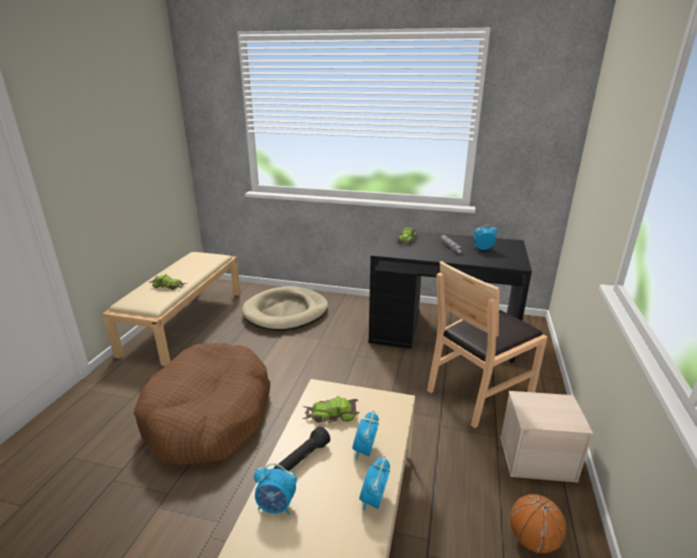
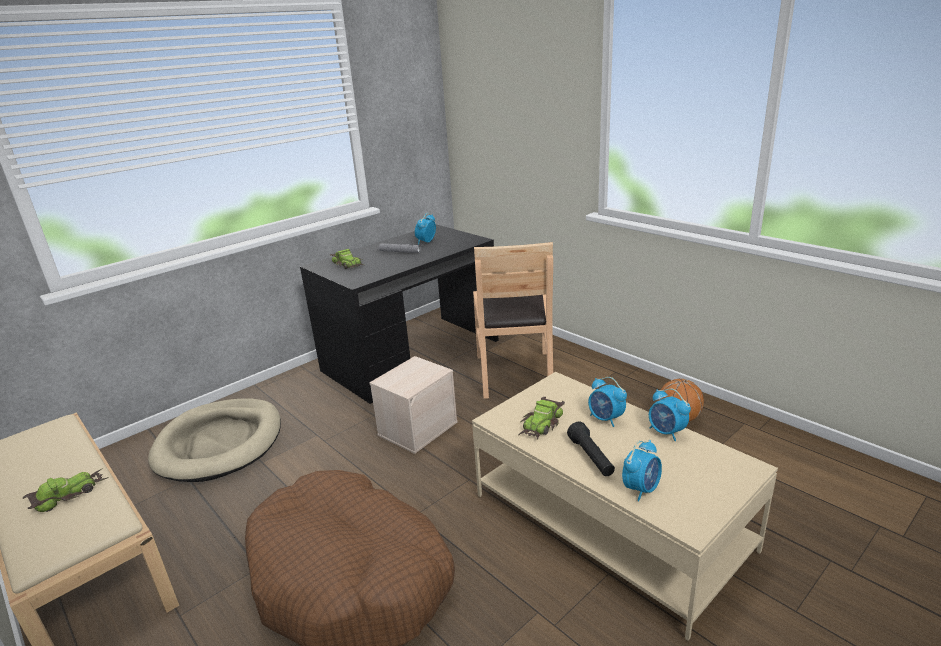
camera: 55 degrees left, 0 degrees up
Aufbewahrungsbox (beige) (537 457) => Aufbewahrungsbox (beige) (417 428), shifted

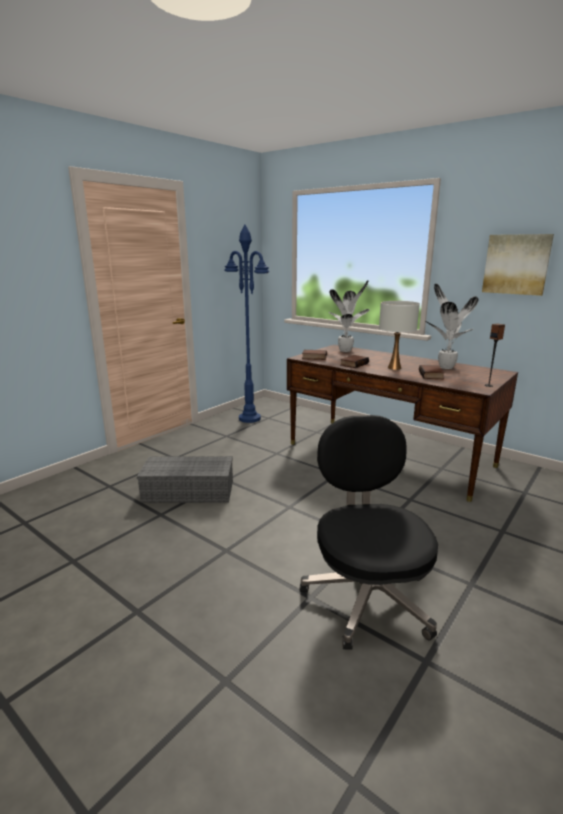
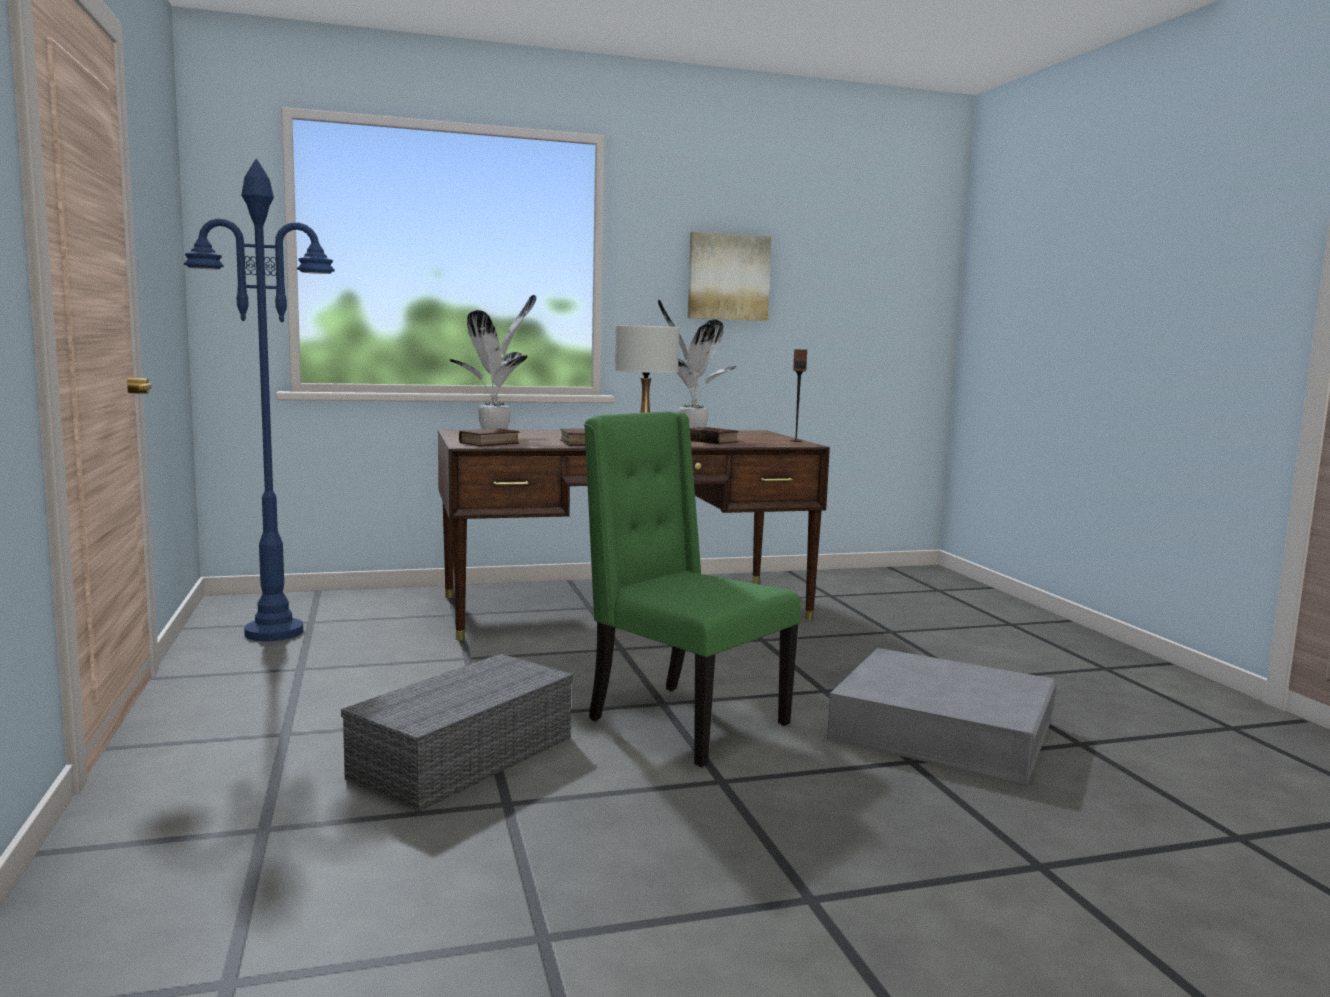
camera: 55 degrees left, 10 degrees down
Bürostuhl (schwarz) (367 596) => Aufbewahrungsbox (grau) (942 730)
nothing => Stuhl (grün) (683 722)

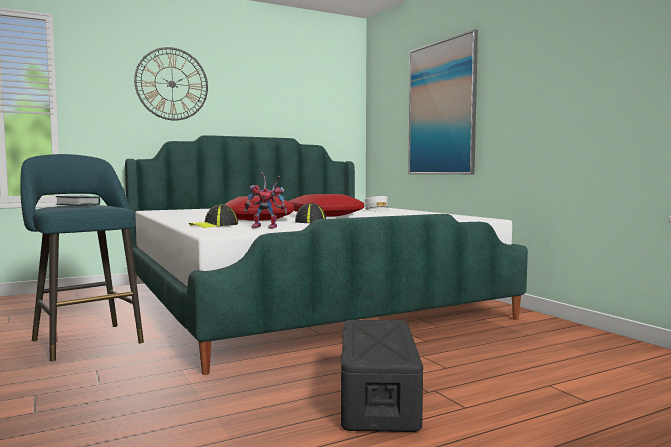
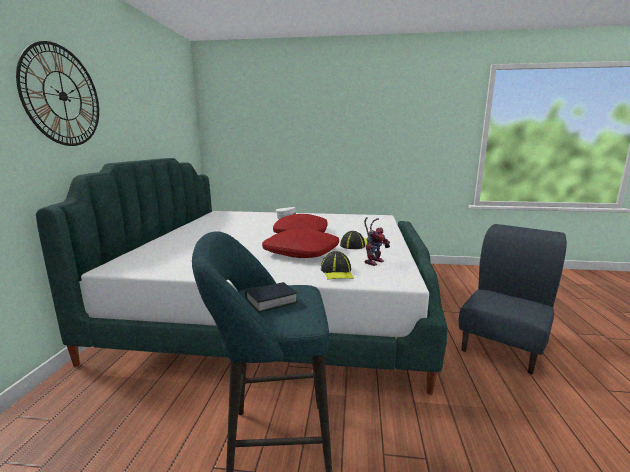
camera: 55 degrees left, 10 degrees up
Aufbewahrungsbox (schwarz) (378 398) => Stuhl (blau) (503 345)
Bild (441 108) => nothing

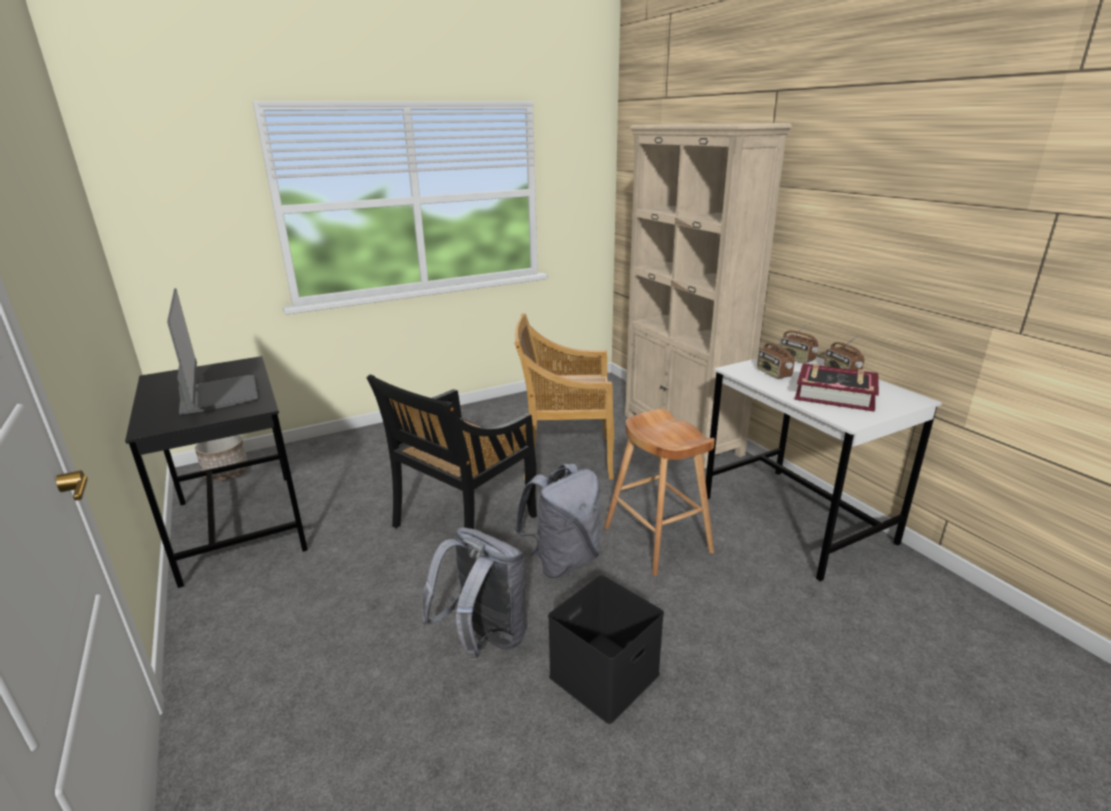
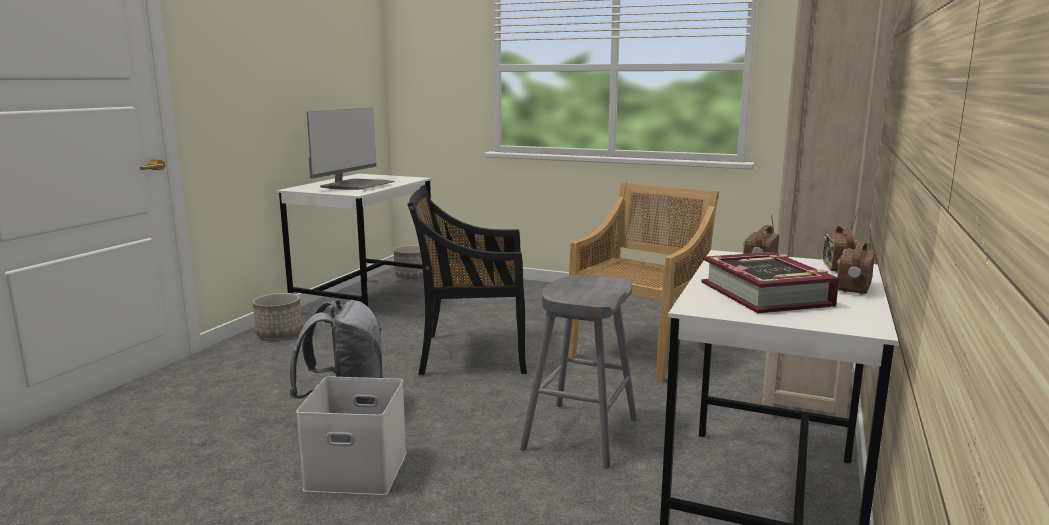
camera: 50 degrees right, 10 degrees down
Schreibtisch (schwarz) (239 526) => Schreibtisch (weiß) (365 301)
Stuhl (beige) (566 457) => Stuhl (beige) (639 352), 75 degrees clockwise
Rucksack (grau) (563 561) => nothing
Aufbewahrungsbox (schwarz) (604 677) => Aufbewahrungsbox (weiß) (354 471)
Hocker (braun) (657 540) => Hocker (grau) (580 434)
nothing => Pflanzkübel (279 333)

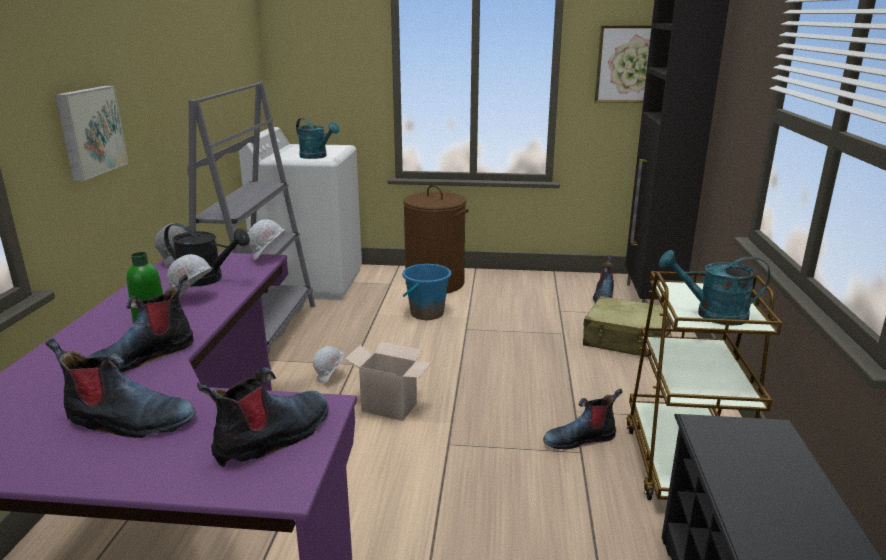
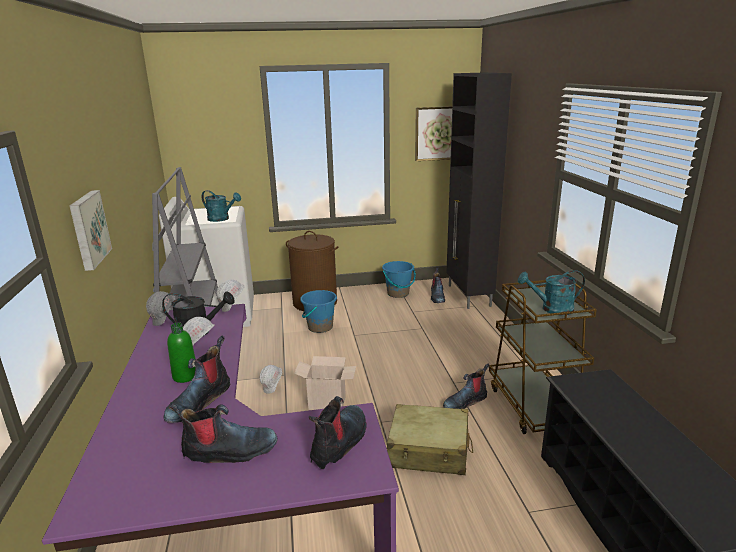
camera: 15 degrees left, 0 degrees up
Koffer (beige) (626 340) => Koffer (beige) (429 451), shifted
nothing => Eimer (blau) (398 293)

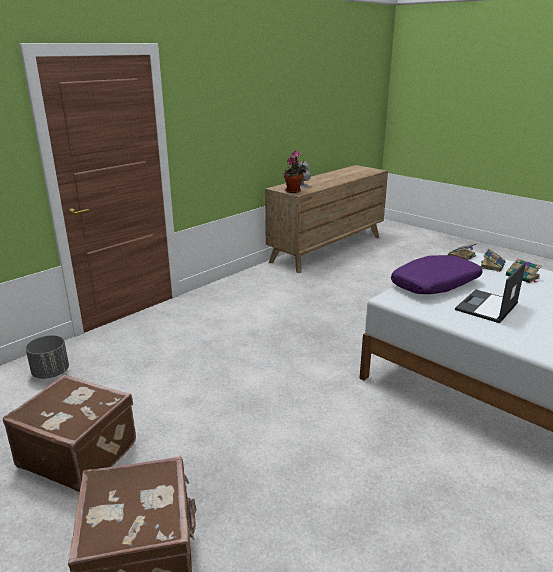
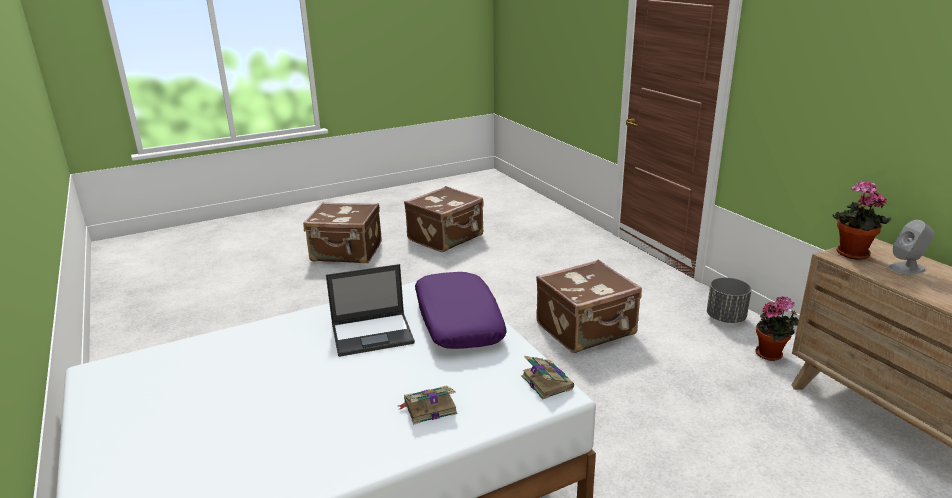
camera: 110 degrees right, 0 degrees up
Pflanzkübel (grau) (51 373) => Pflanzkübel (grau) (726 318), shifted
Laptop (486 307) => Laptop (373 334), 105 degrees clockwise
Buch (492 265) => nothing
nothing => Koffer (braun) (587 330)
nothing => Topfpflanze (771 354)

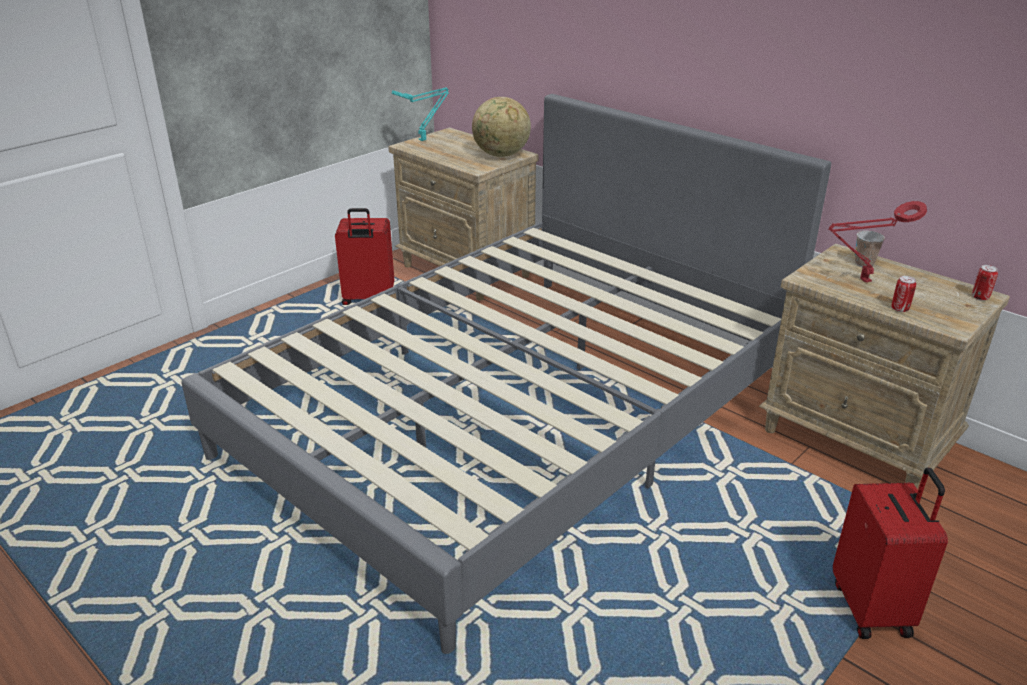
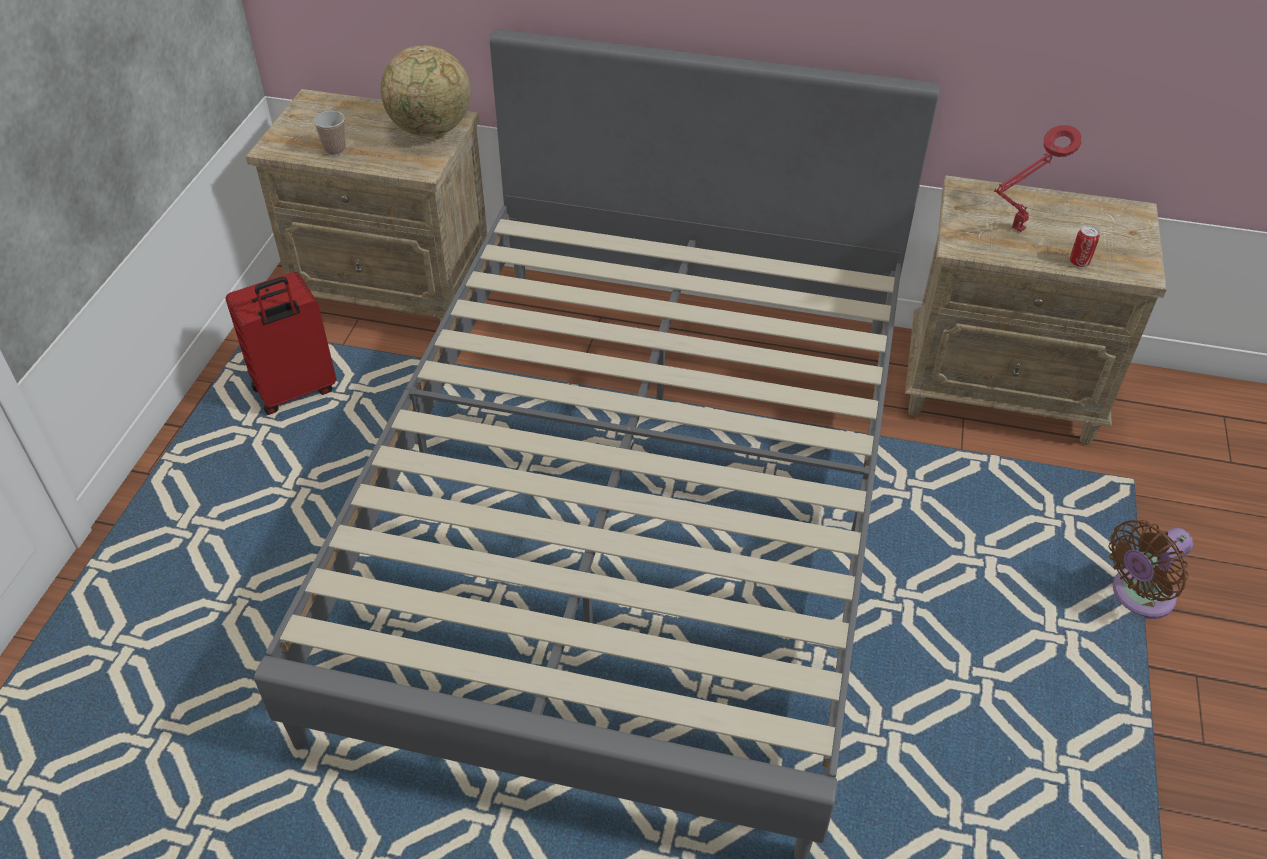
camera: 30 degrees left, 15 degrees up
Tischlampe (türkis) (424 140) => nothing
Koffer (rot) (873 608) => Ventilator (braun) (1137 596)
Tasse (864 264) => Tasse (335 149), shifted
Dose (980 297) => nothing

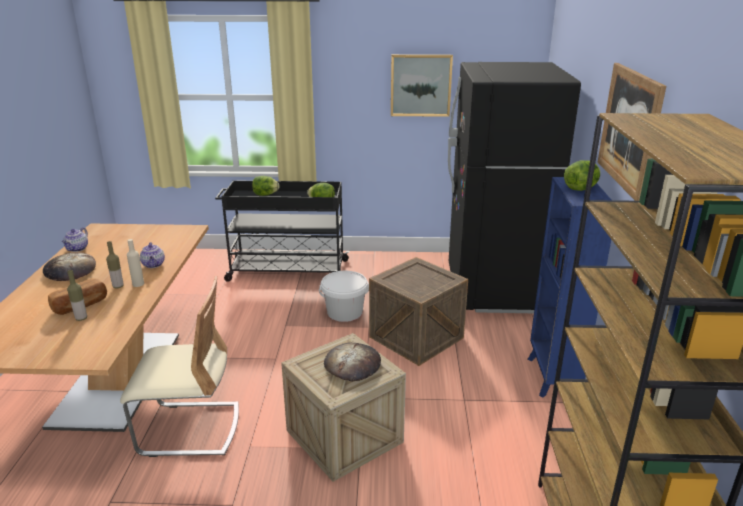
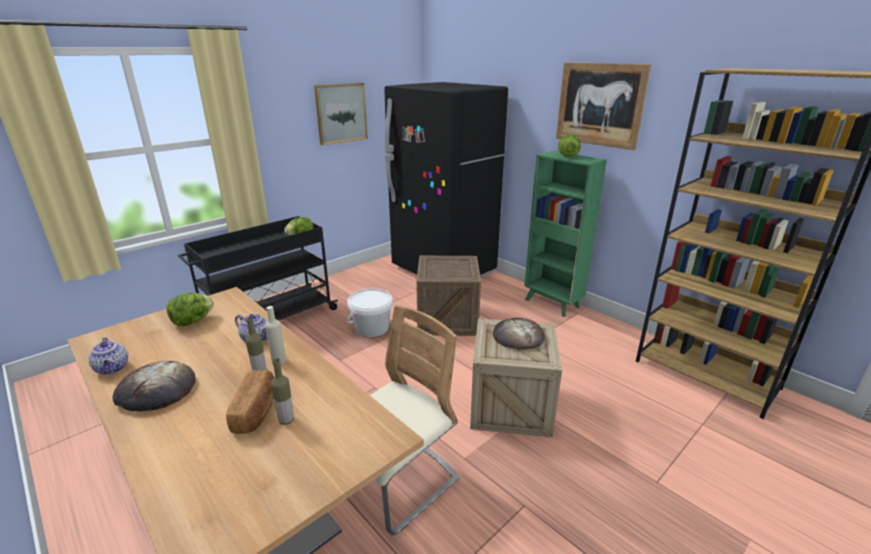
camera: 45 degrees left, 0 degrees up
Salatkopf (265 195) => Salatkopf (192 321), shifted
Bücherregal (blau) (552 378) => Bücherregal (grün) (552 304)

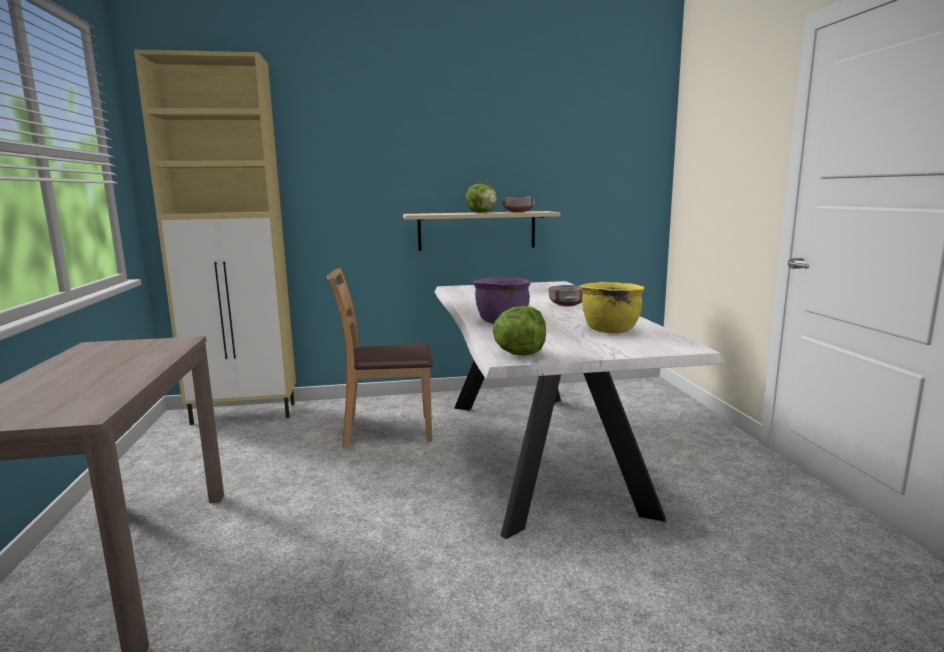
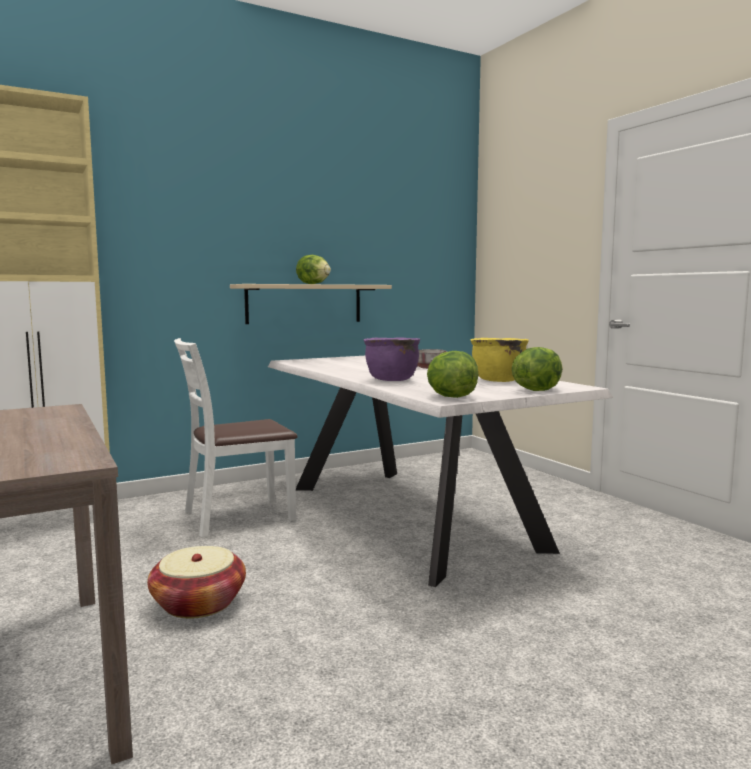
camera: 20 degrees left, 5 degrees down
Stuhl (braun) (386 430) => Stuhl (weiß) (237 516)
Schüssel (grau) (518 212) => nothing
nothing => Korb (198 603)
nothing => Salatkopf (536 390)

